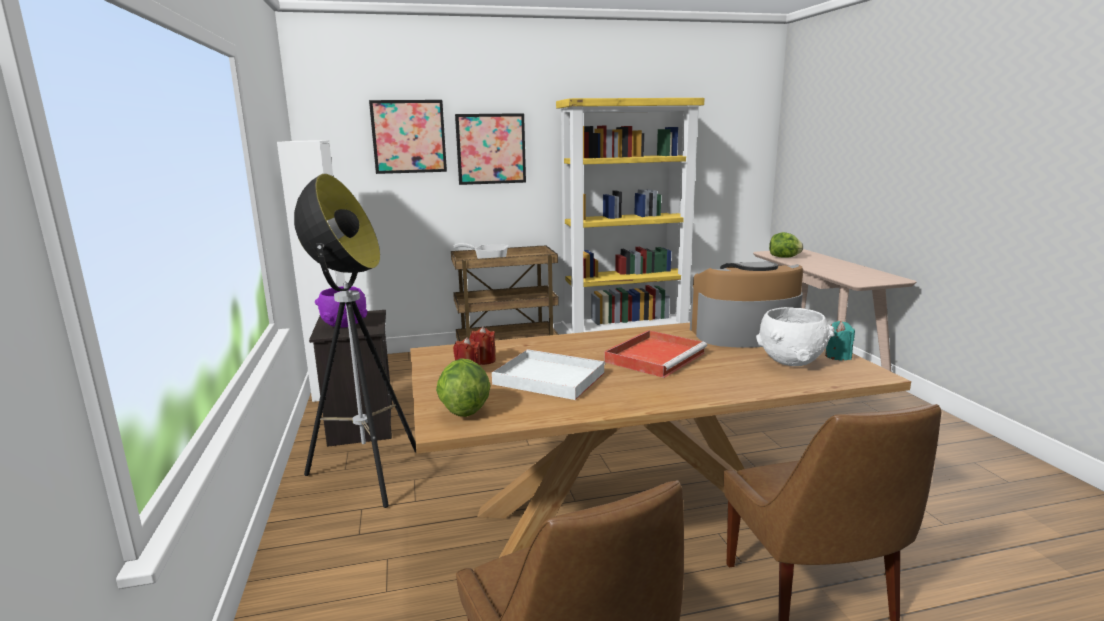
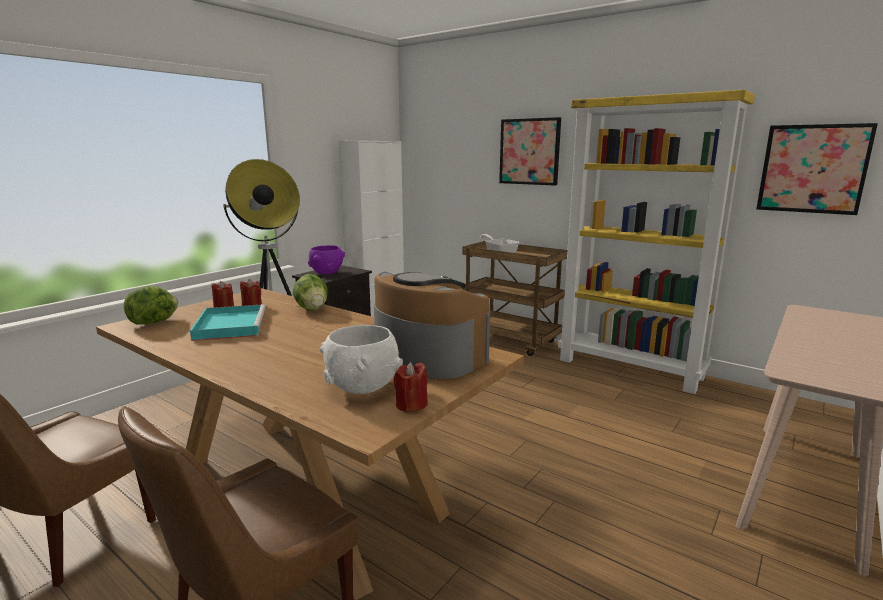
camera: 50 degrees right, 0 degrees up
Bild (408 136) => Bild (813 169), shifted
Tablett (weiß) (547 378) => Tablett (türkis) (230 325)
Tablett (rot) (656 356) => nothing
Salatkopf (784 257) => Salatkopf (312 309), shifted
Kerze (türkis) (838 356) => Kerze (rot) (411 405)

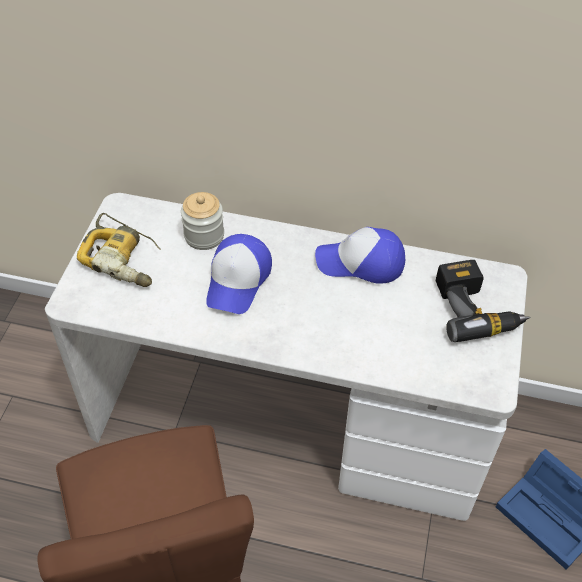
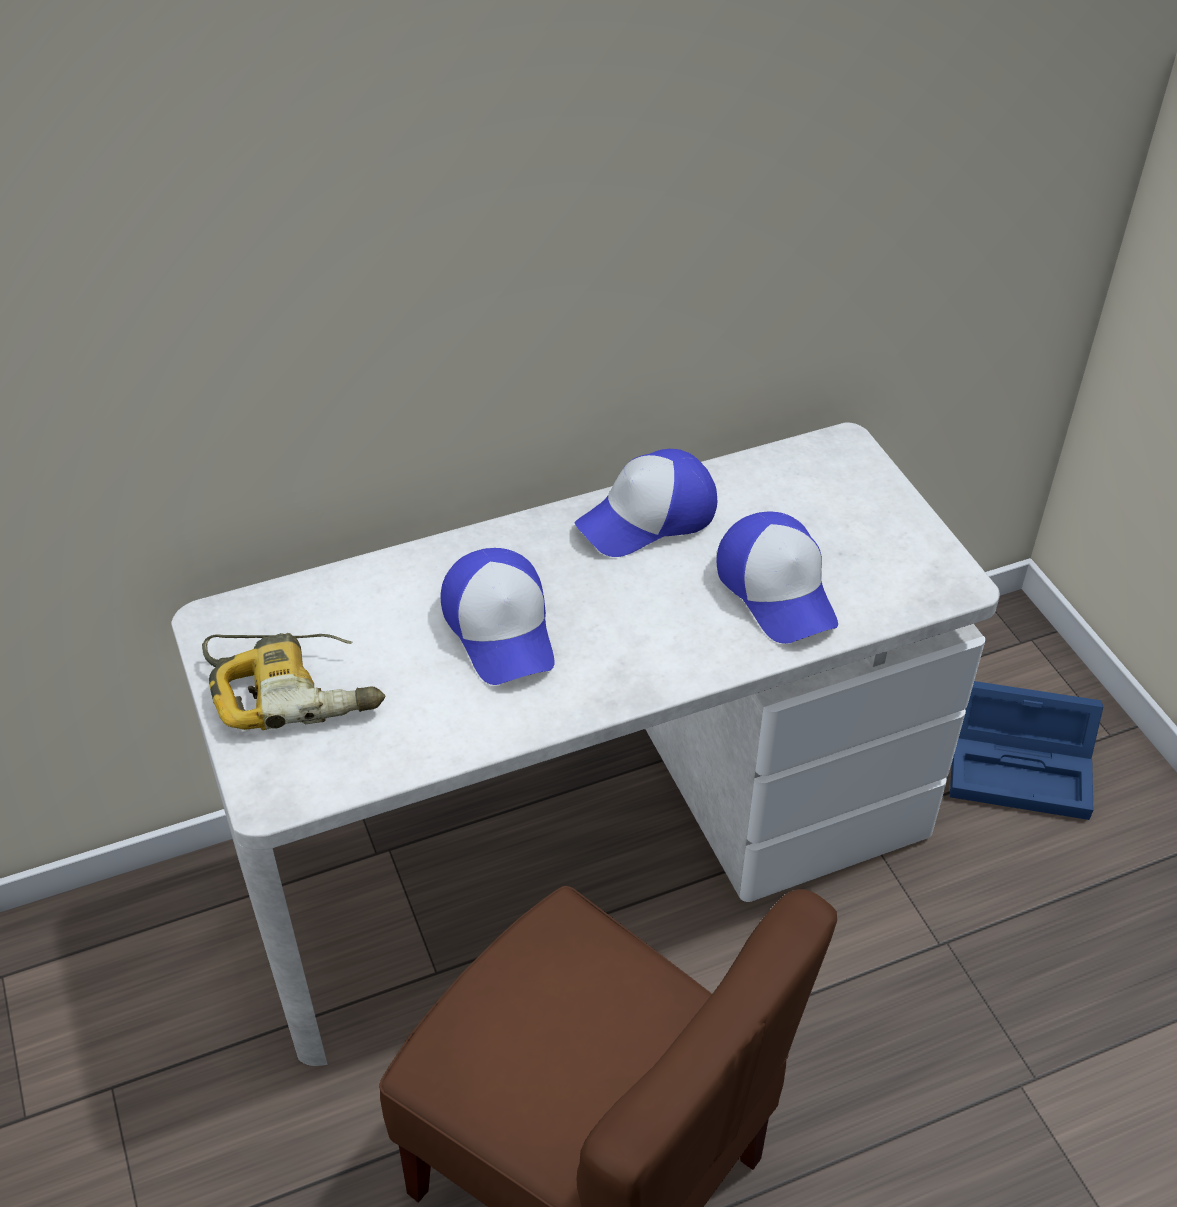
camera: 35 degrees left, 5 degrees down
Vorratsglas (204 236) => nothing
Bohrmaschine (476 309) => nothing
nothing => Kappe (778 589)

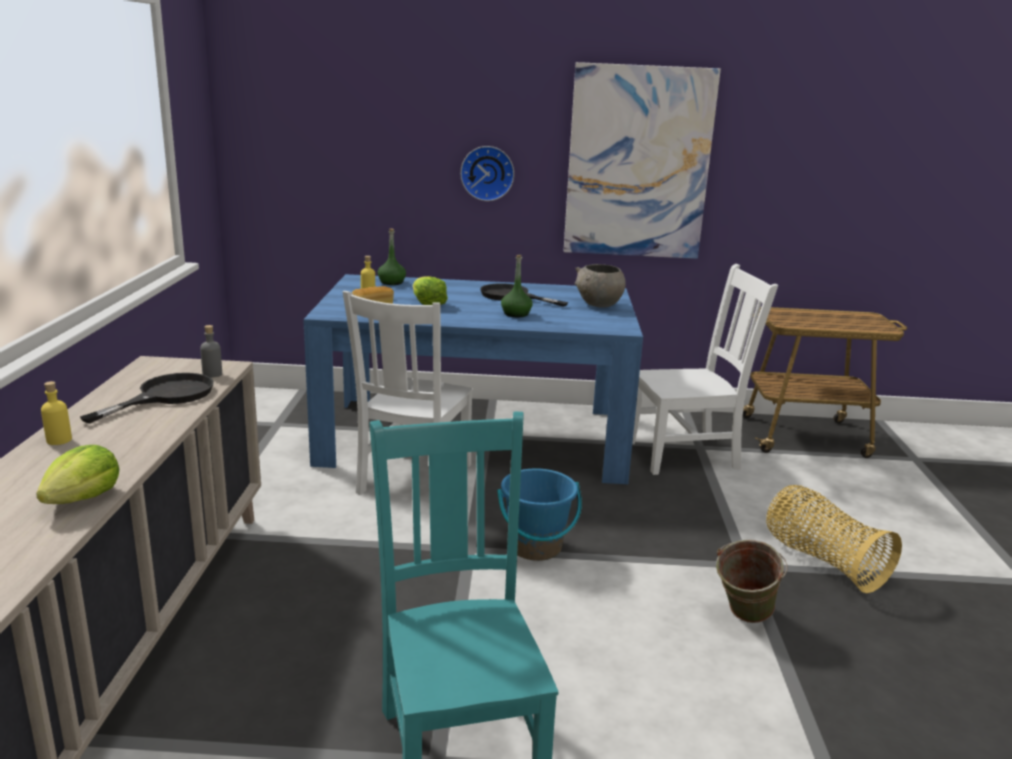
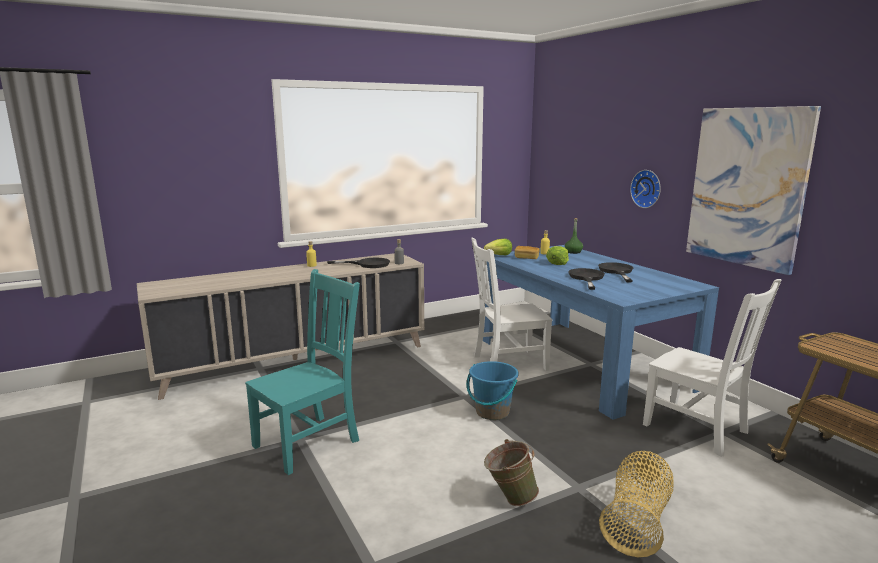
camera: 60 degrees right, 5 degrees down
Salatkopf (83 498) => Salatkopf (499 255), shifted
Flasche (grün) (516 314) => Pfanne (schwarz) (586 278)
Schüssel (grau) (598 305) => nothing

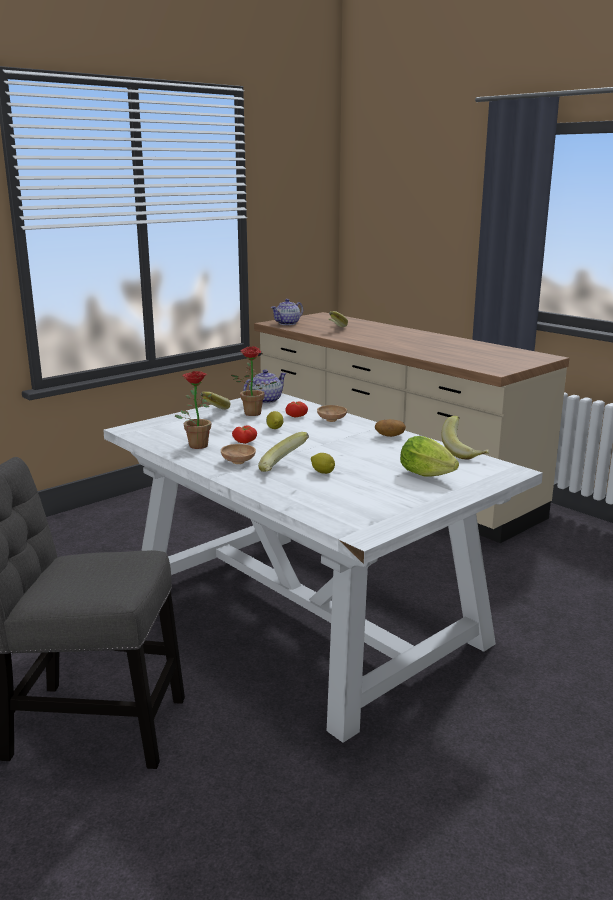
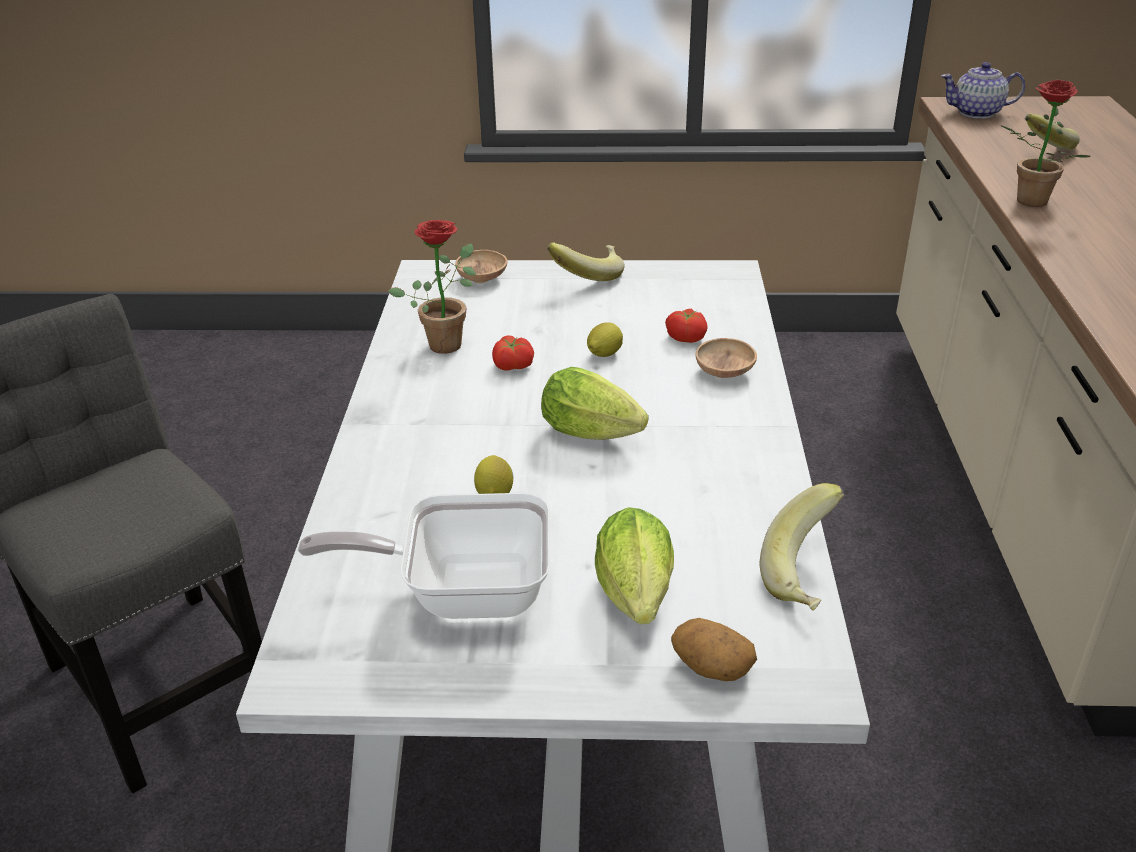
camera: 45 degrees right, 15 degrees up
Schüssel (braun) (238 461) => Schüssel (braun) (482 278), shifted
Topfpflanze (251 414) => Topfpflanze (1026 202), shifted
Teekanne (265 400) => nothing
Banane (283 469) => nothing
Kartoffel (389 435) => Kartoffel (711 665), shifted
nothing => Pfanne (462 592)
nothing => Salatkopf (596 435)

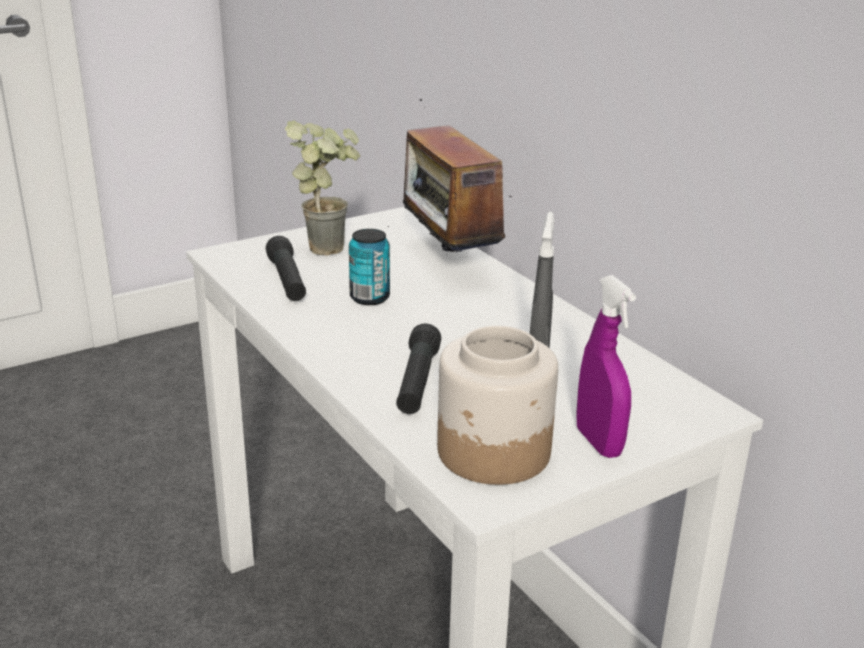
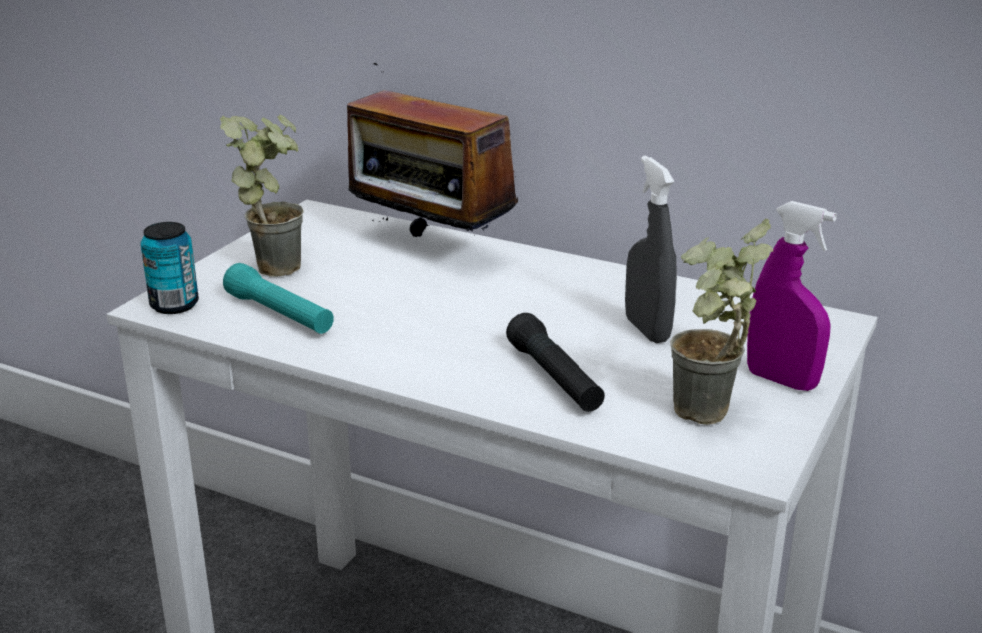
camera: 30 degrees left, 0 degrees up
Taschenlampe (schwarz) (287 281) => Taschenlampe (türkis) (280 314)
Dose (369 298) => Dose (174 305), shifted
Vorratsglas (494 453) => Topfpflanze (708 421)

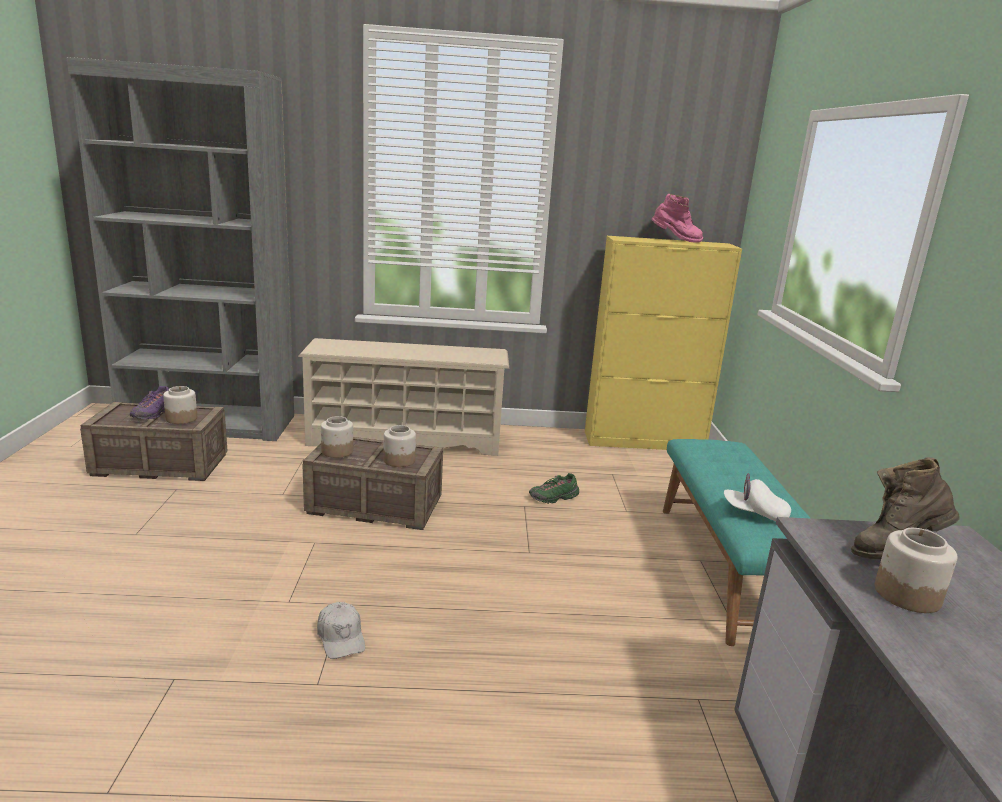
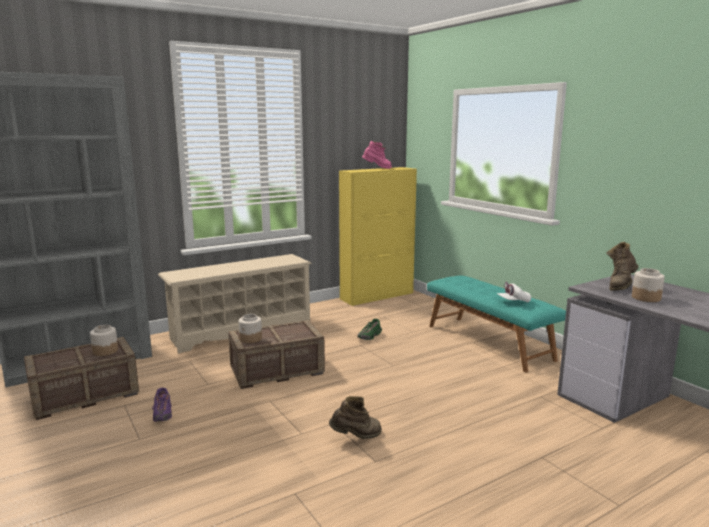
camera: 30 degrees left, 5 degrees down
Schuh (lila) (154 414) => Schuh (lila) (162 414), shifted
Kappe (weiß) (341 637) => Stiefel (braun) (356 437)
Vorratsglas (399 460) => nothing

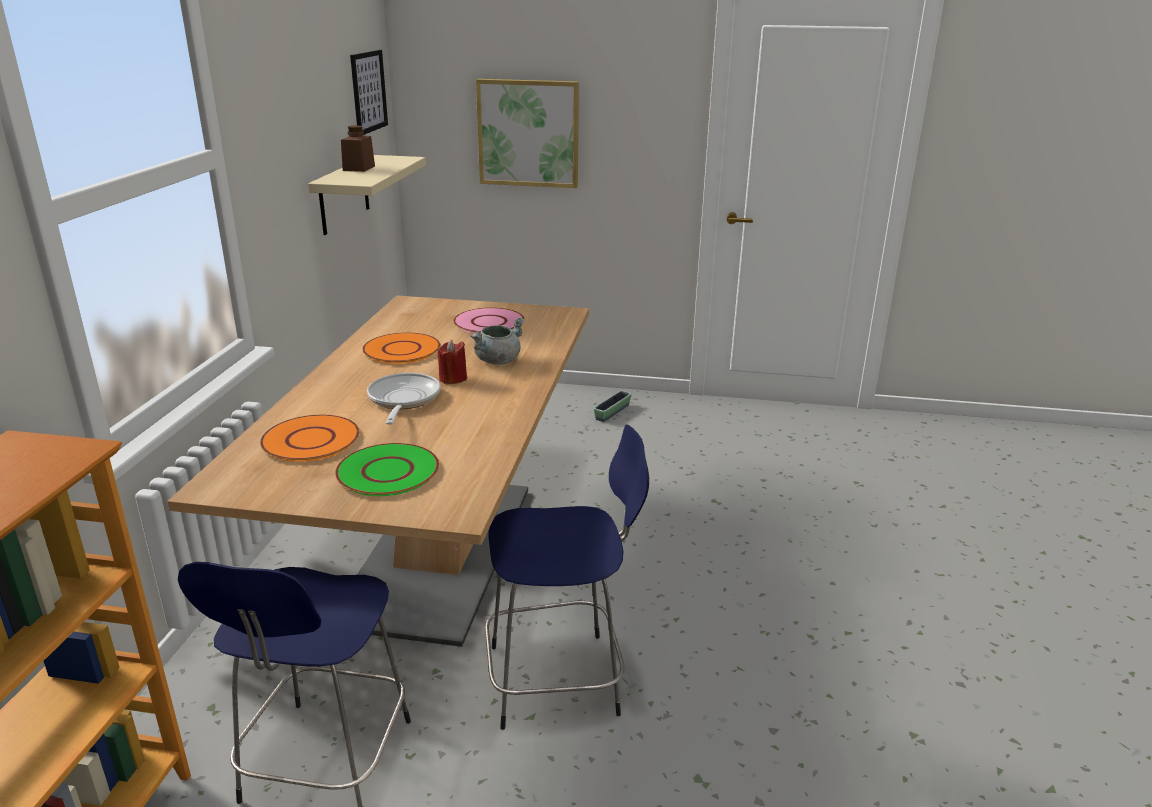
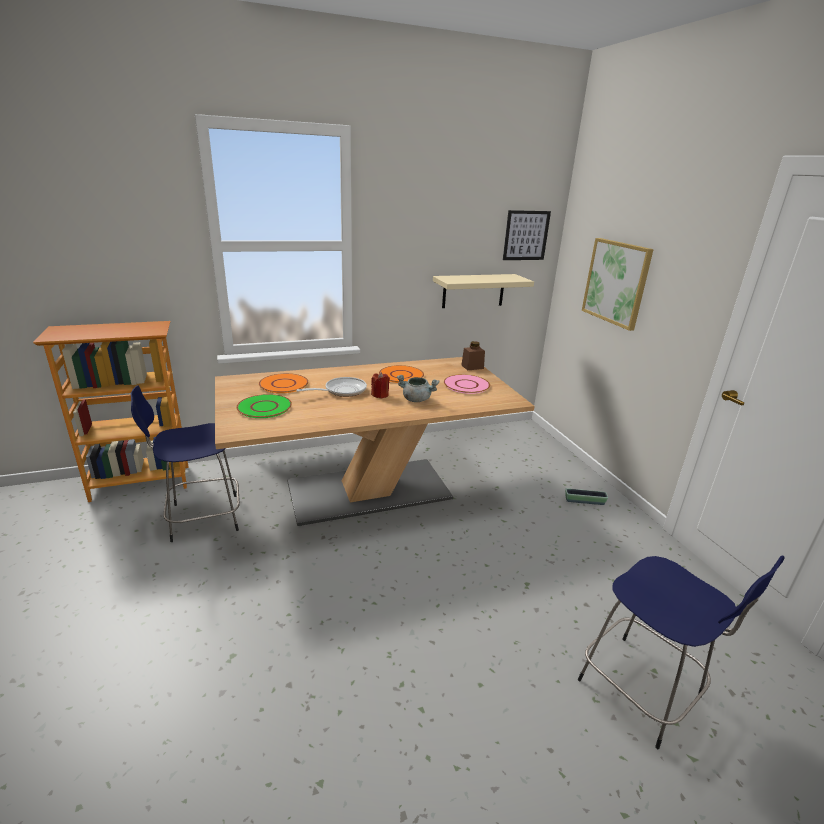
camera: 60 degrees right, 0 degrees up
Vorratsglas (braun) (359 168) => Vorratsglas (braun) (472 367), shifted
Hocker (blau) (559 679) => Hocker (blau) (643 691), shifted

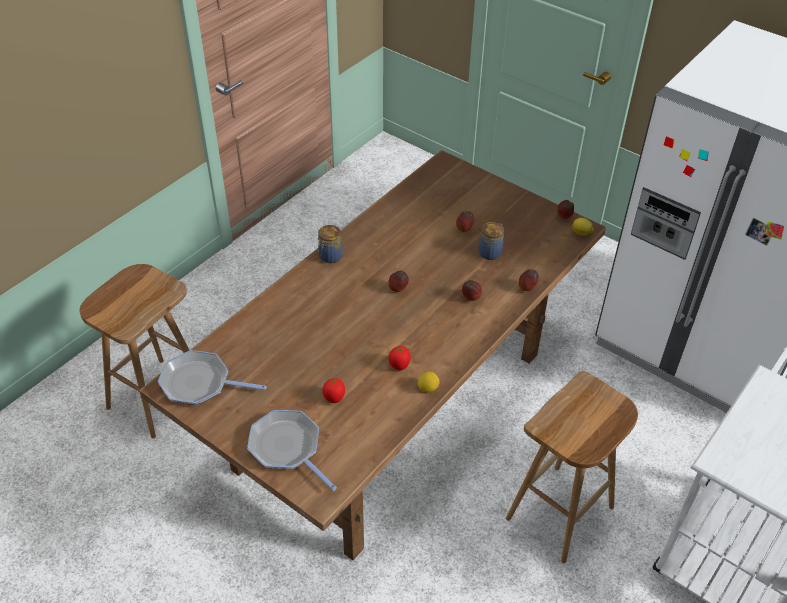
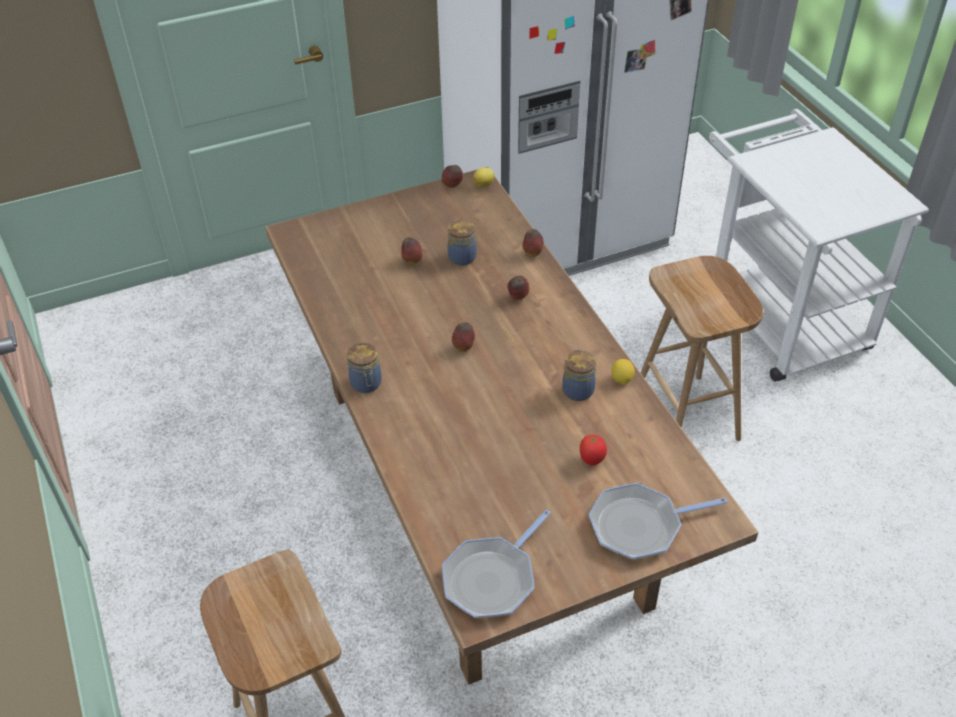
camera: 60 degrees left, 0 degrees up
Tomate (399 366) => Vorratsglas (577 389)

